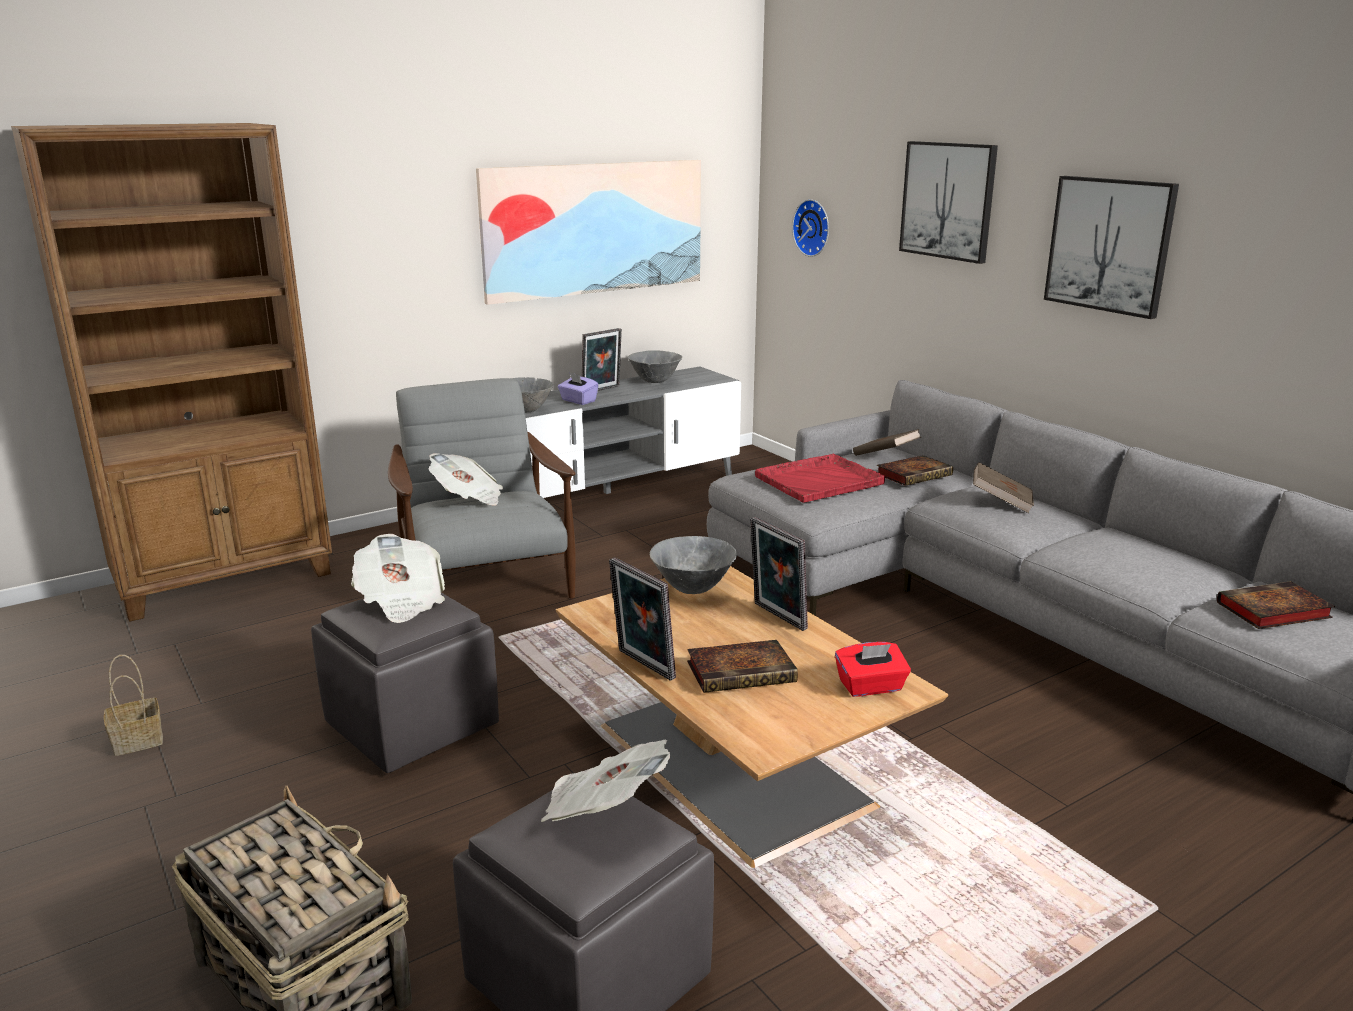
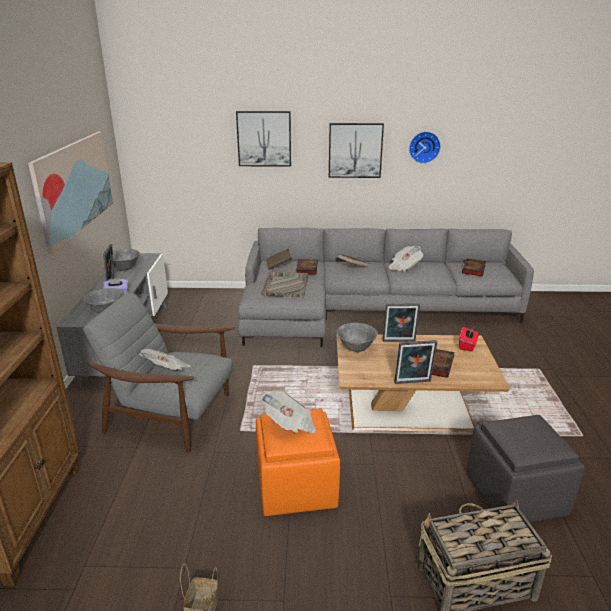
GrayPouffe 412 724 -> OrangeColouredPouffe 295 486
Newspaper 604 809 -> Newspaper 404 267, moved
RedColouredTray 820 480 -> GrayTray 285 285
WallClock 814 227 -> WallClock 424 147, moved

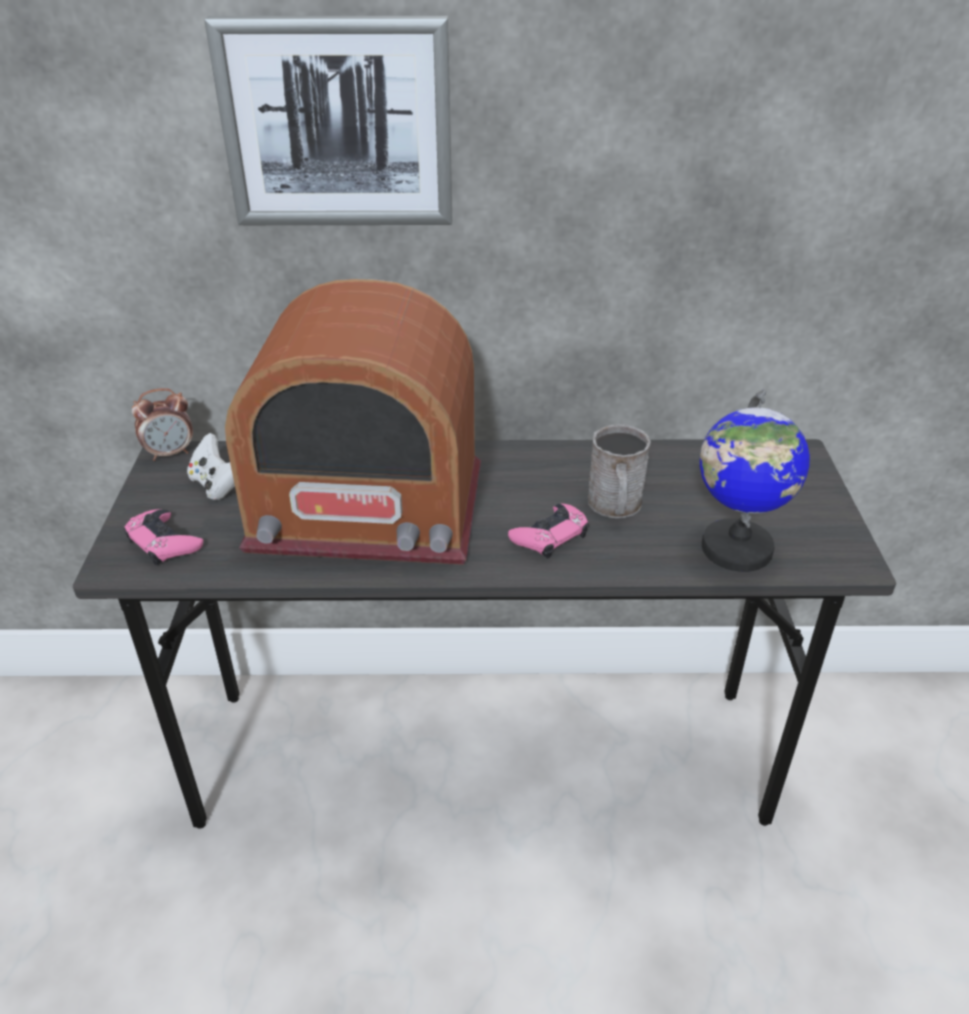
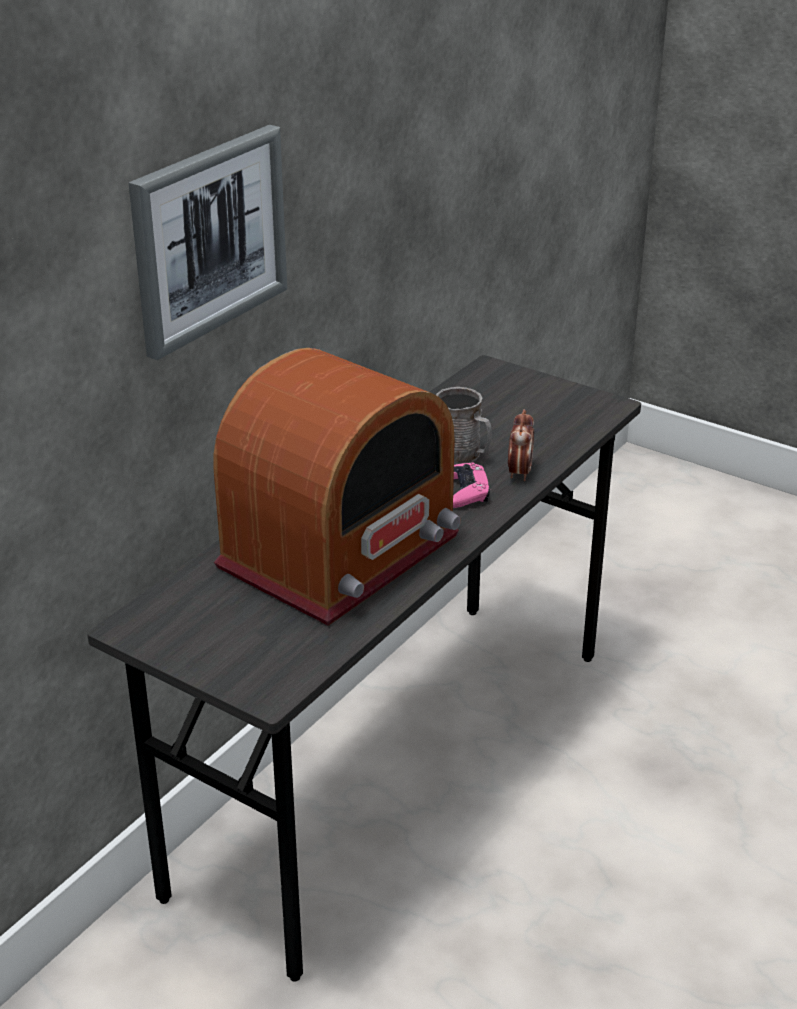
PinkGameController 164 542 -> none
BedsideClock 170 453 -> BedsideClock 519 472, moved
WhitishGameController 217 485 -> none
DeskGlobe 735 549 -> none

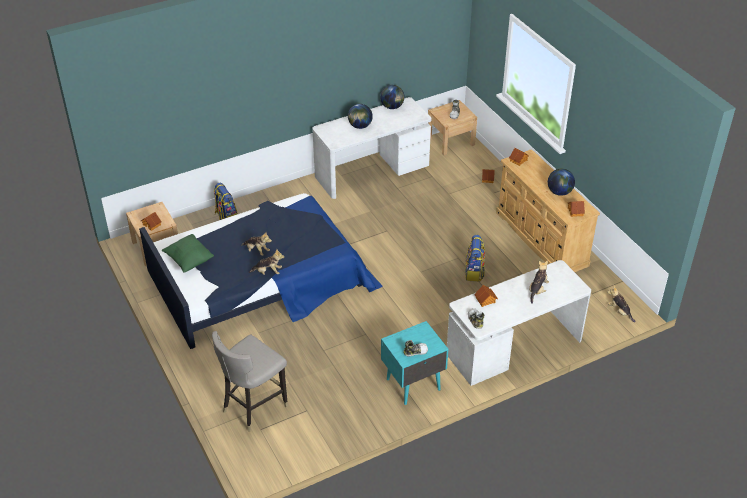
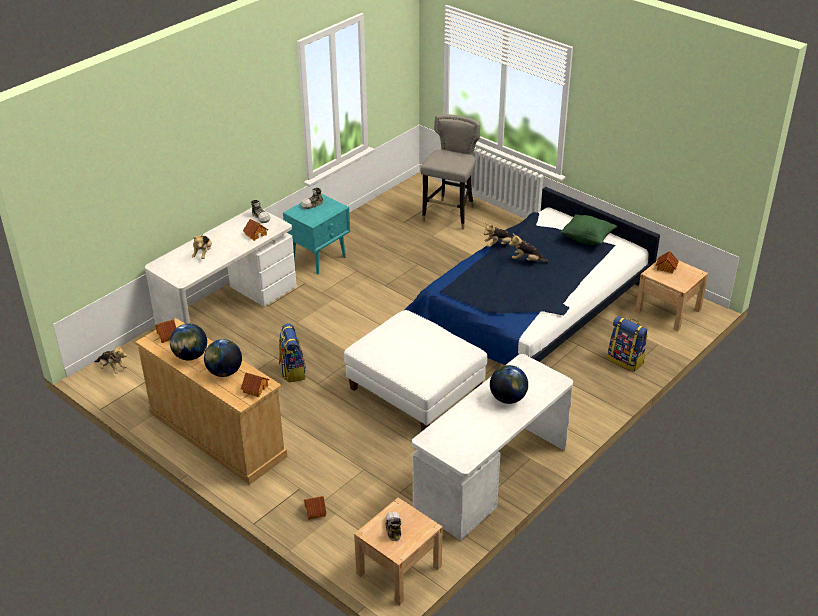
DeskGlobe 392 107 -> DeskGlobe 224 372, moved
none -> WhitishPouffe 416 389

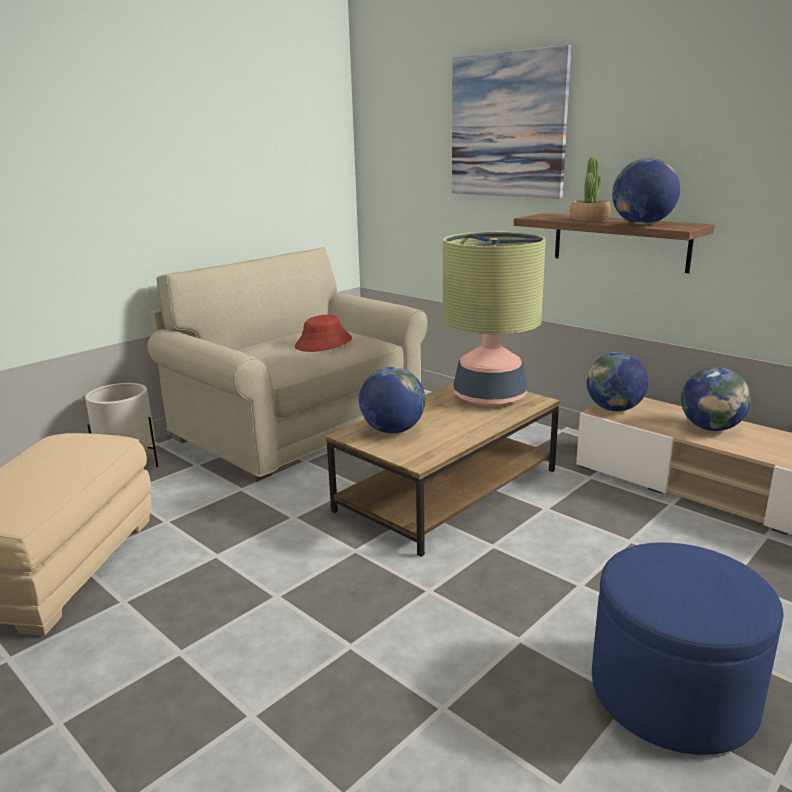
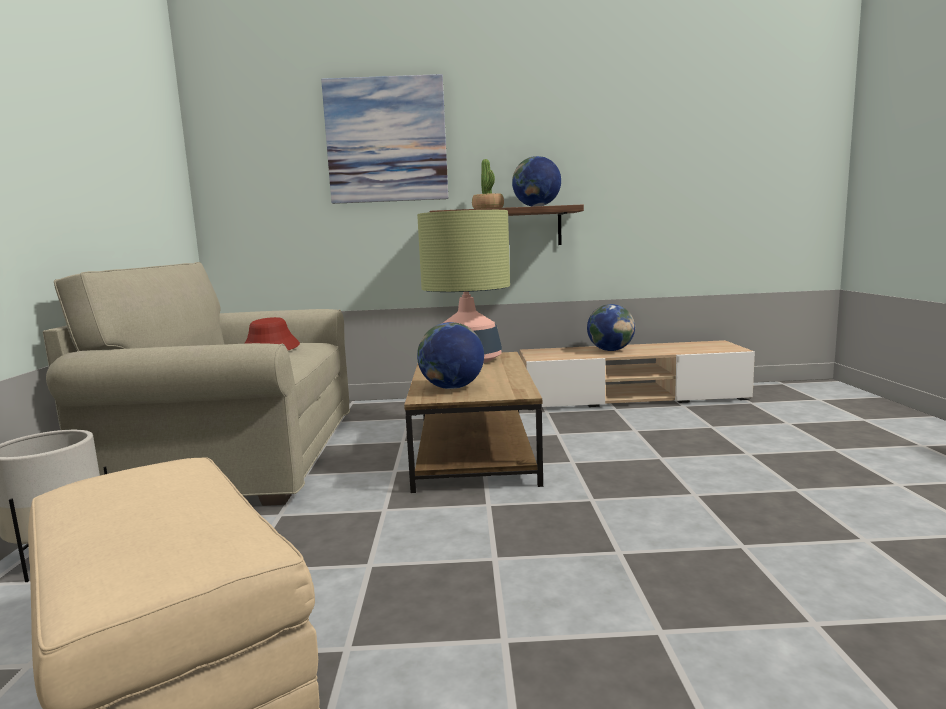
DeskGlobe 614 409 -> none
BluishPouffe 672 693 -> none

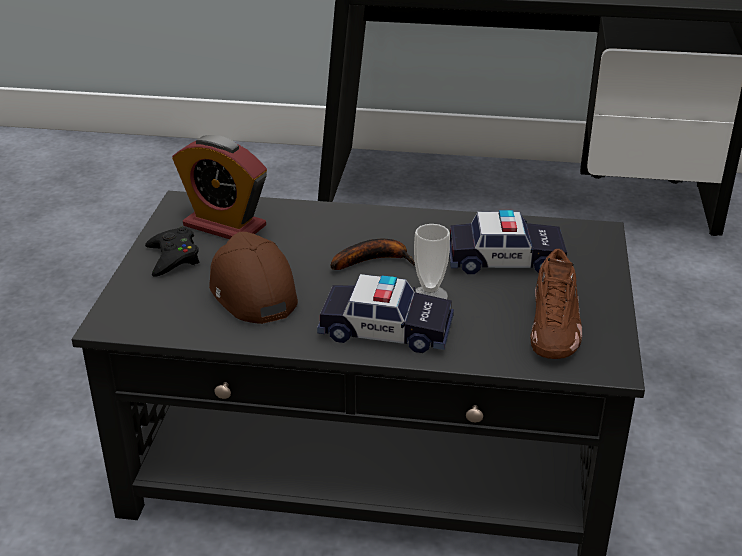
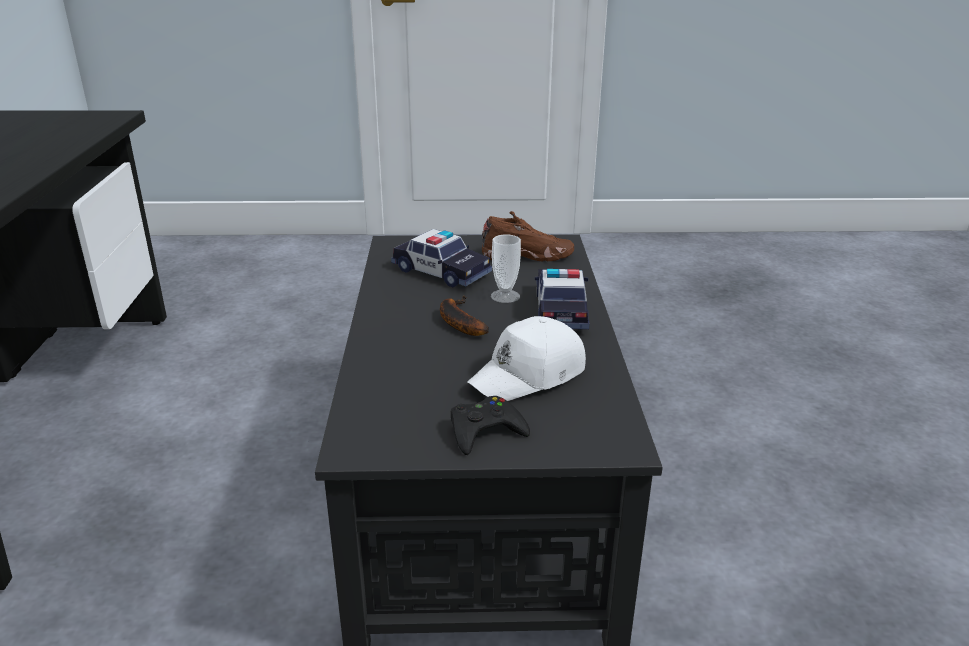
BedsideClock 224 226 -> none
BrownishPeakedCap 250 290 -> WhitishPeakedCap 530 375
ToyCar 505 259 -> ToyCar 441 272, 135 degrees clockwise

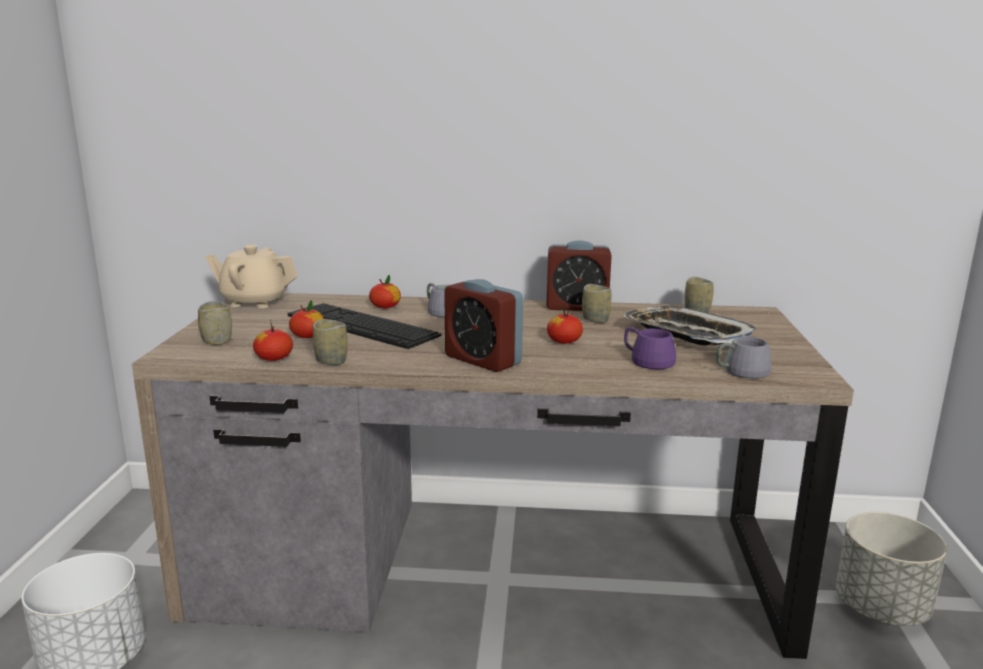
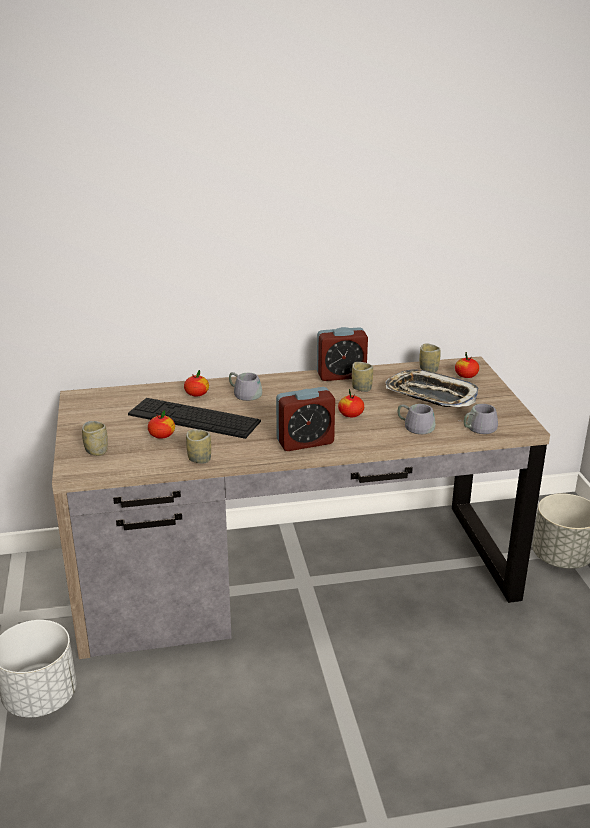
SandColouredPotForTea 254 302 -> none
WholeApple 274 358 -> WholeApple 466 376, moved
BedsideClock 483 360 -> BedsideClock 305 442, 45 degrees counterclockwise
PurplishTeaMug 650 360 -> GrayTeaMug 416 425

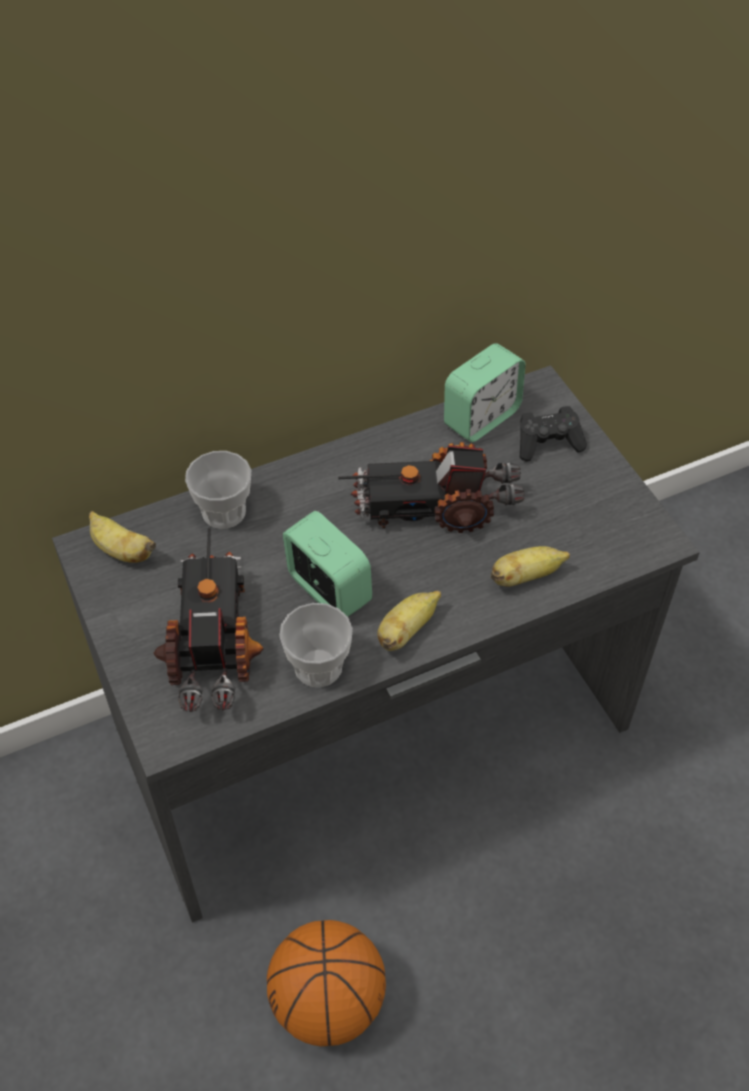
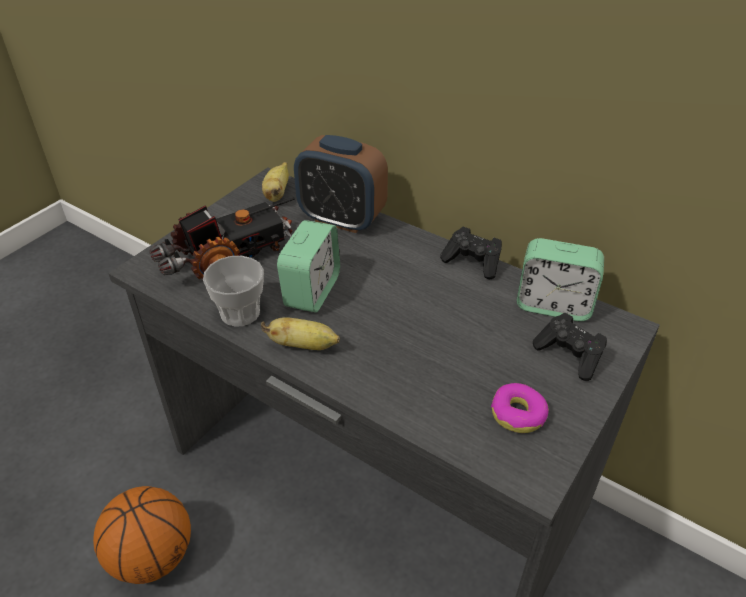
SmallCup 224 512 -> BedsideClock 342 219
ToyTruck 433 506 -> none
Banana 525 576 -> none
none -> BlackishGameController 473 262
none -> RingDoughnut 518 414

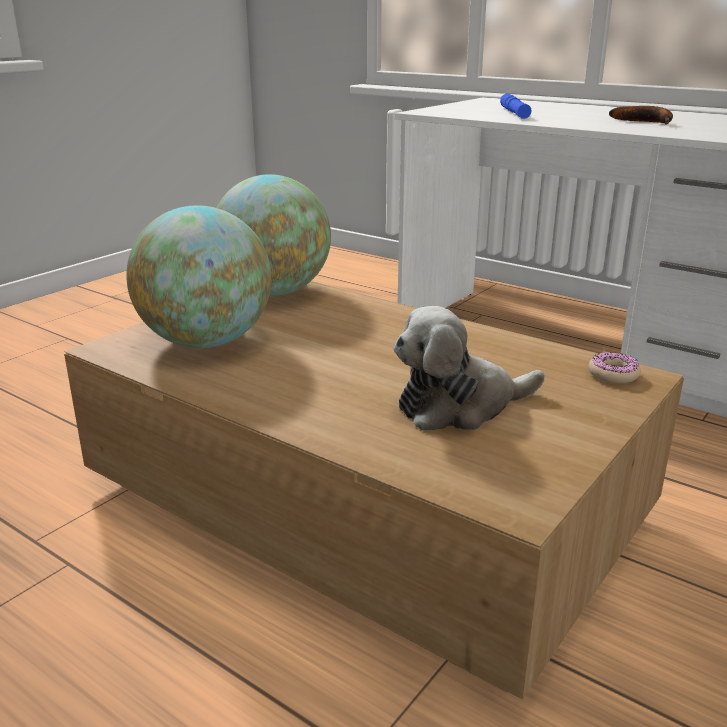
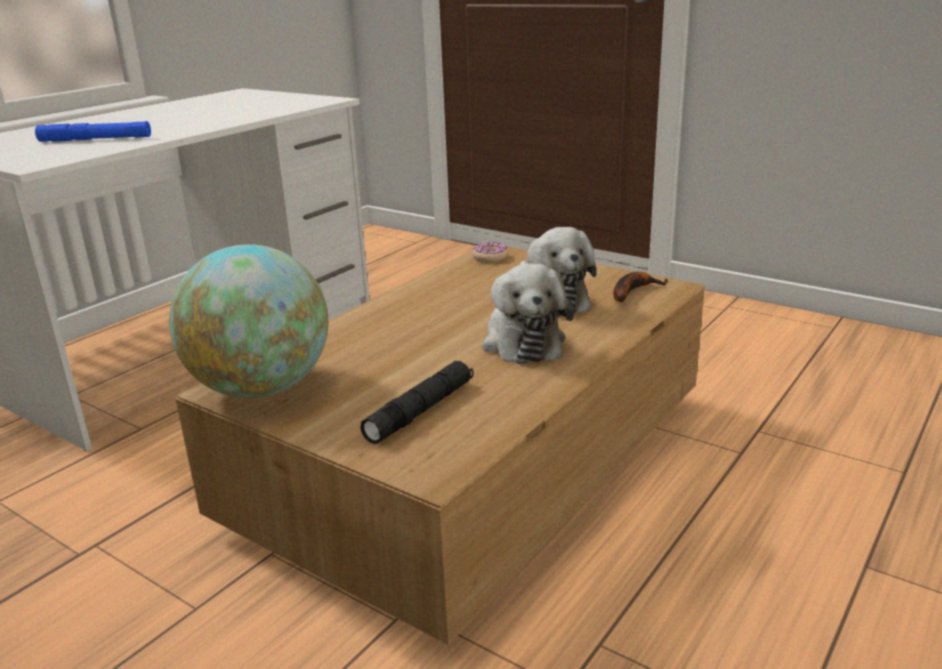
DeskGlobe 206 342 -> BlackishFlashlight 421 411
Banana 646 122 -> Banana 632 291, moved
none -> CuddlyToy 522 341

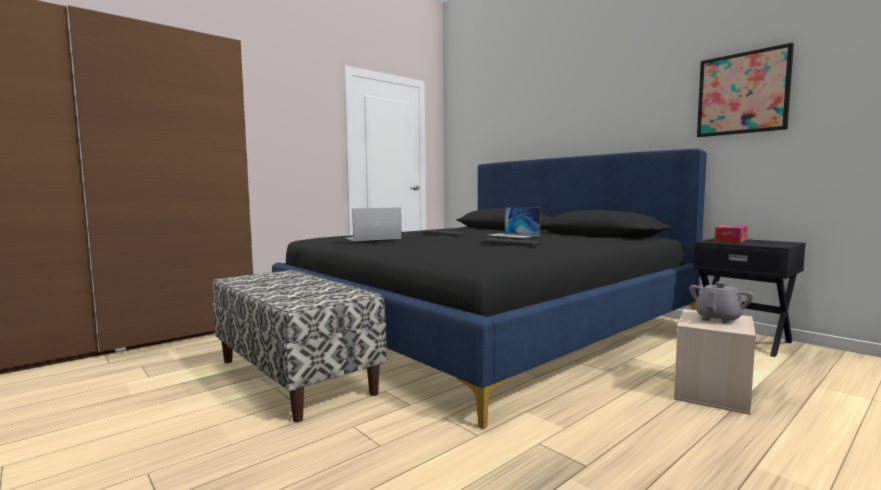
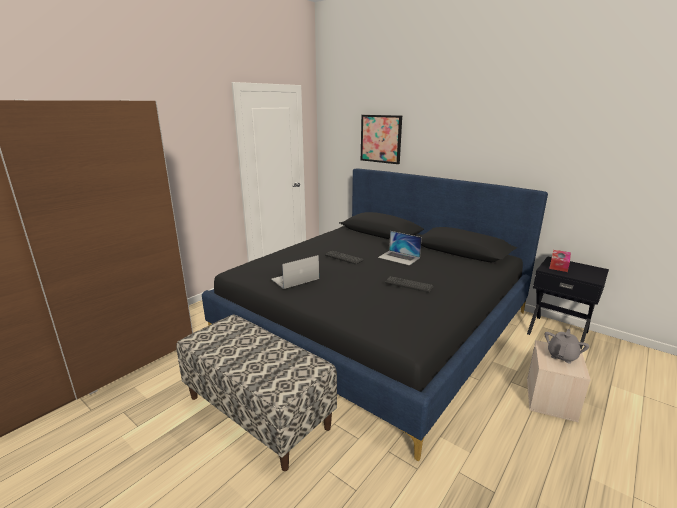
Picture 742 93 -> Picture 381 139, moved

